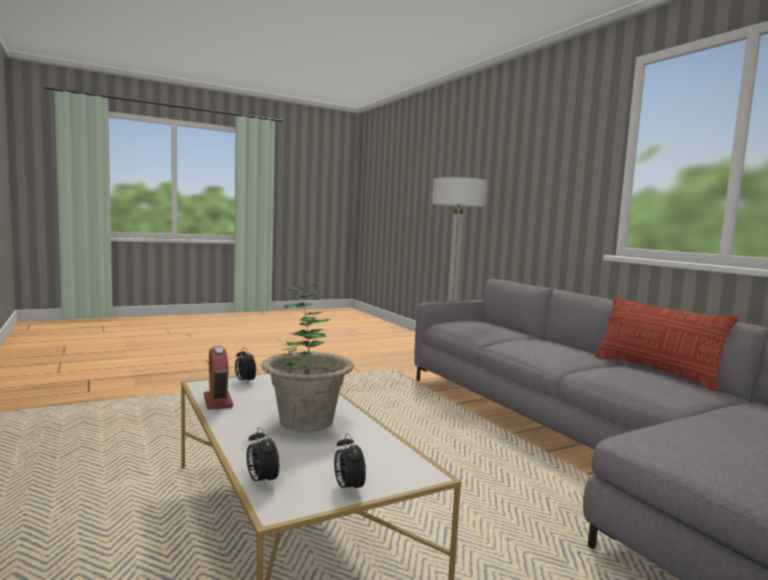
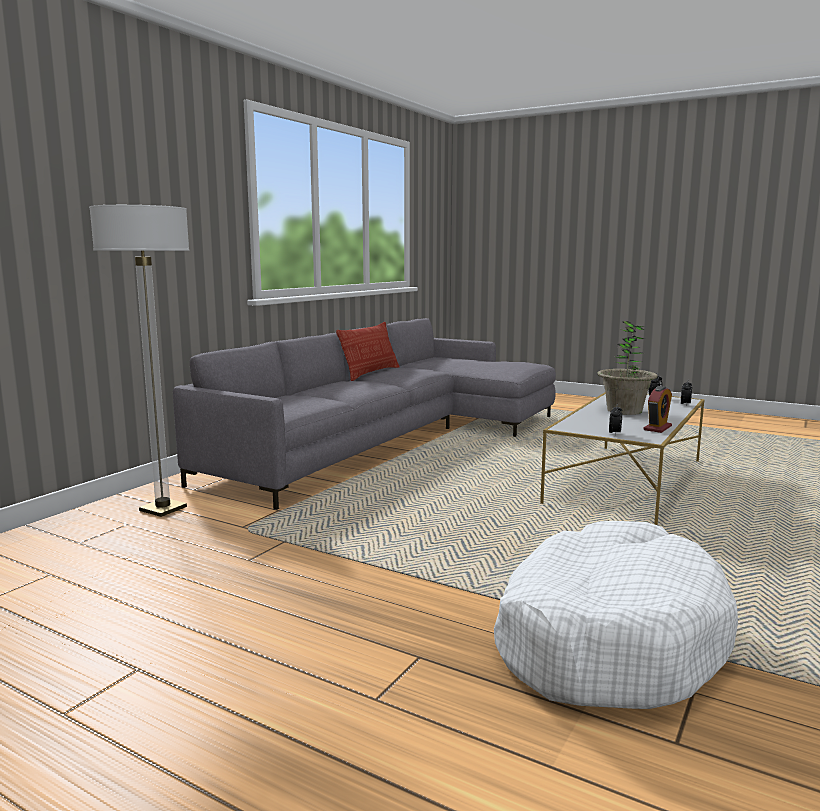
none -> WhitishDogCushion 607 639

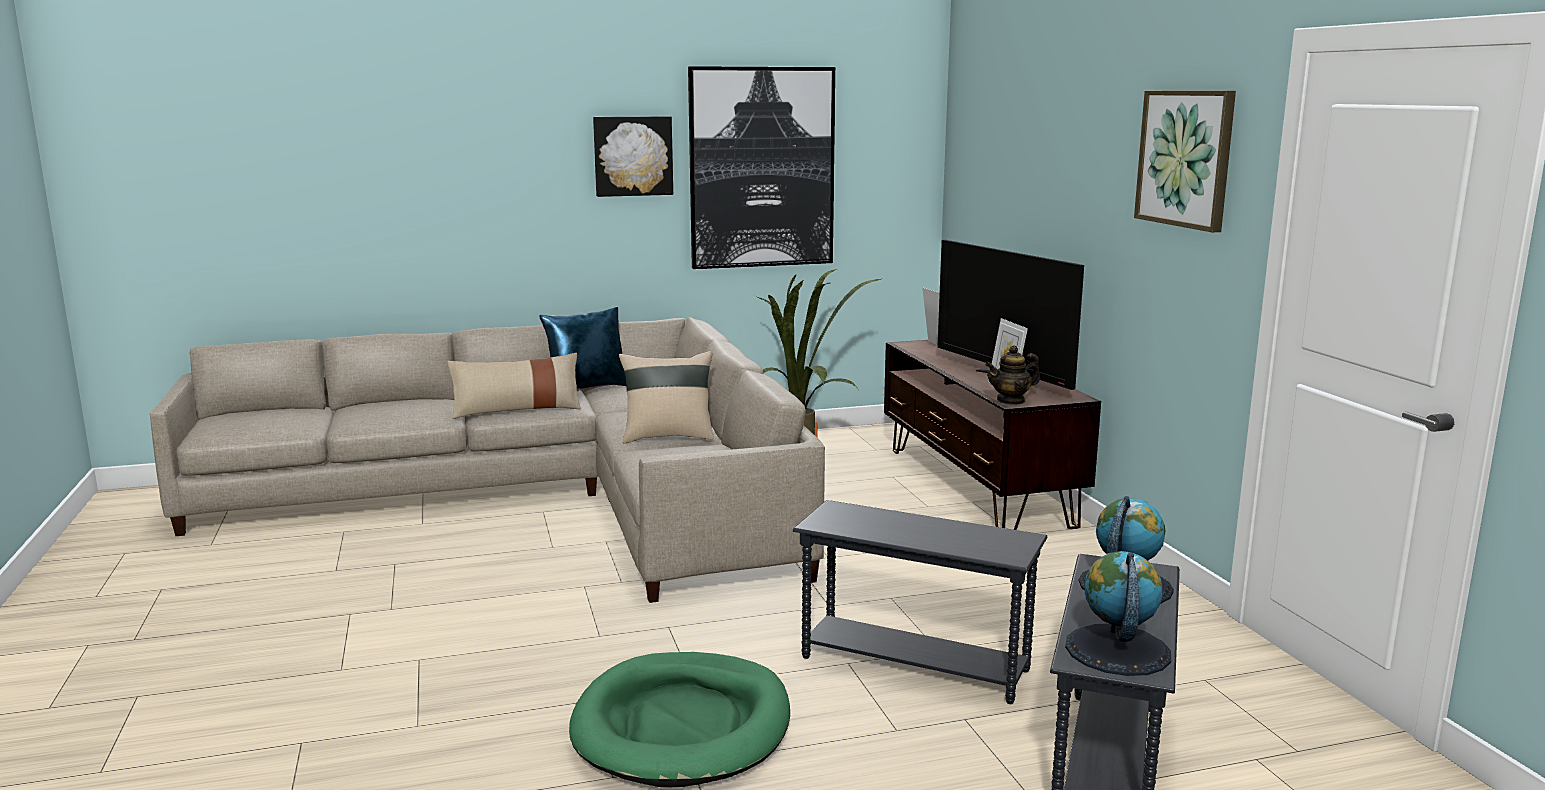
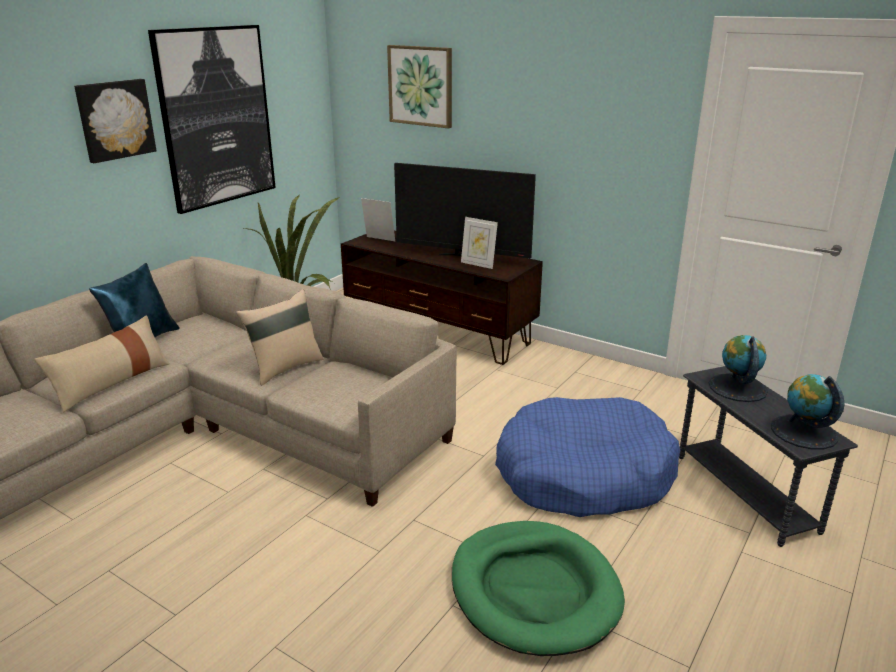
GraySideTable 914 663 -> BluishDogCushion 583 474
PotForTea 1011 401 -> none
Picture 1185 158 -> Picture 421 86, moved

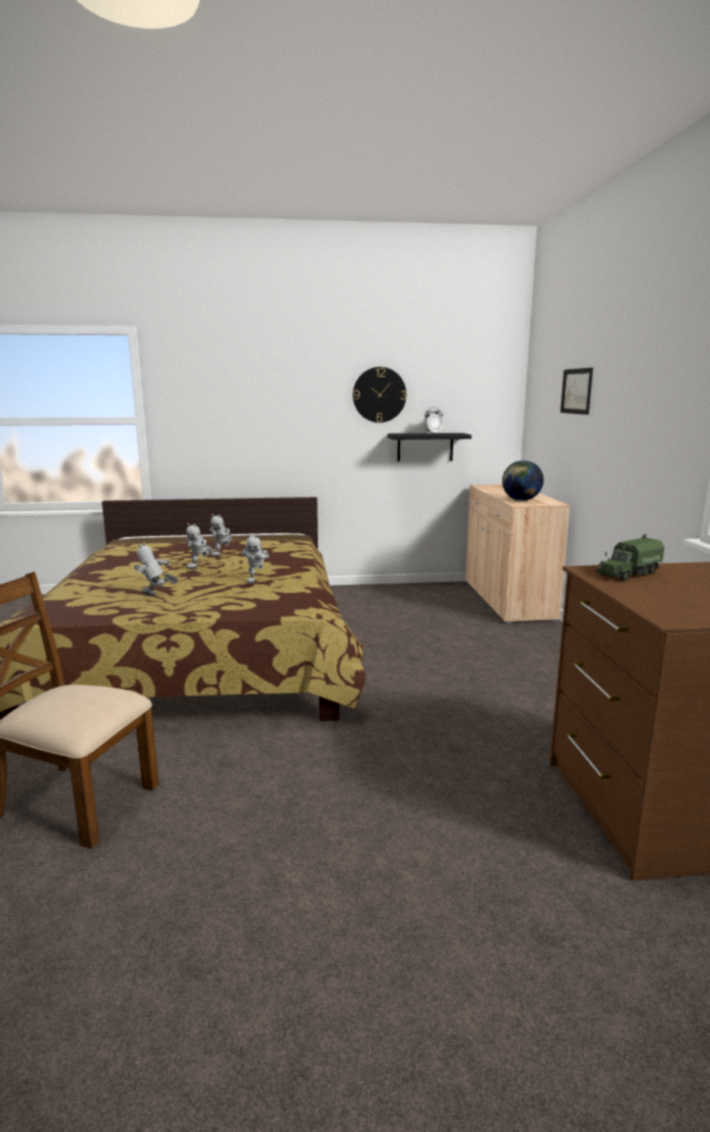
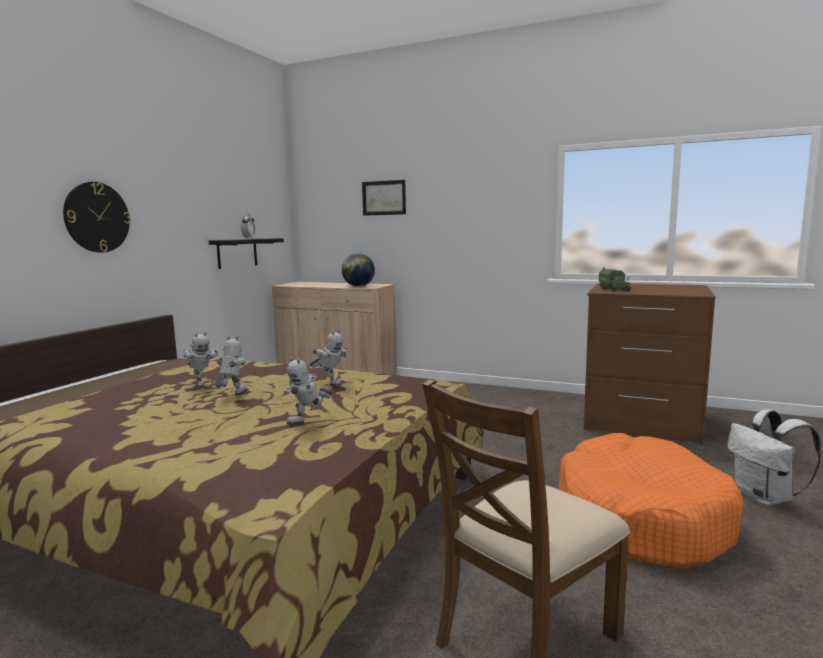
ModelRobot 200 567 -> ModelRobot 231 396, 135 degrees counterclockwise
WallClock 379 395 -> WallClock 97 217, moved
none -> OrangeColouredDogCushion 641 517
none -> WhitishBackpack 766 498

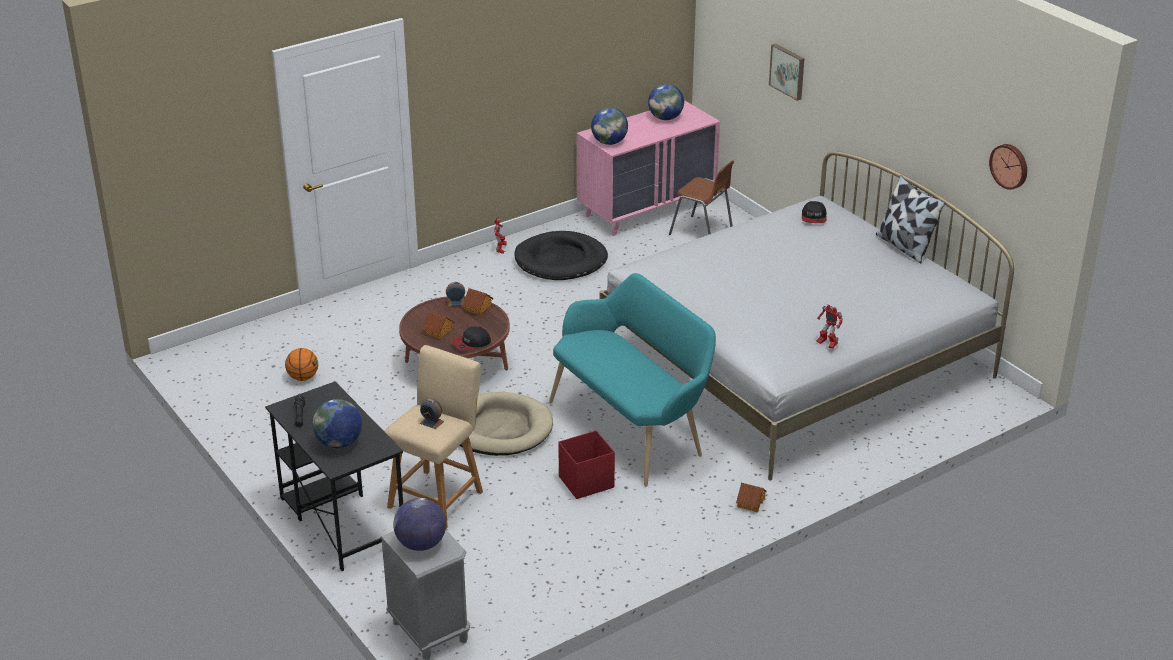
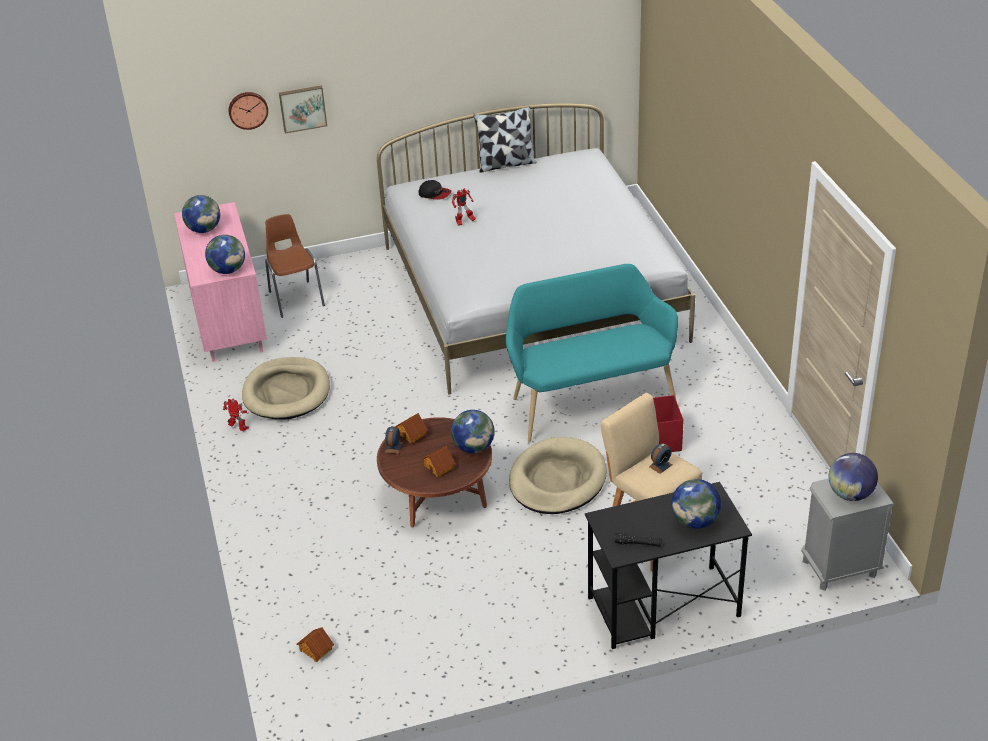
BasketballBall 303 377 -> none
PeakedCap 471 343 -> DeskGlobe 473 447
BlackishDogCushion 561 260 -> SandColouredDogCushion 287 392
BrownishPlainChair 702 232 -> BrownishPlainChair 295 298, 75 degrees counterclockwise
MiniatureHouse 750 502 -> MiniatureHouse 315 650, moved
ModelRobot 826 344 -> ModelRobot 464 222, moved
WallClock 1010 166 -> WallClock 248 109, moved

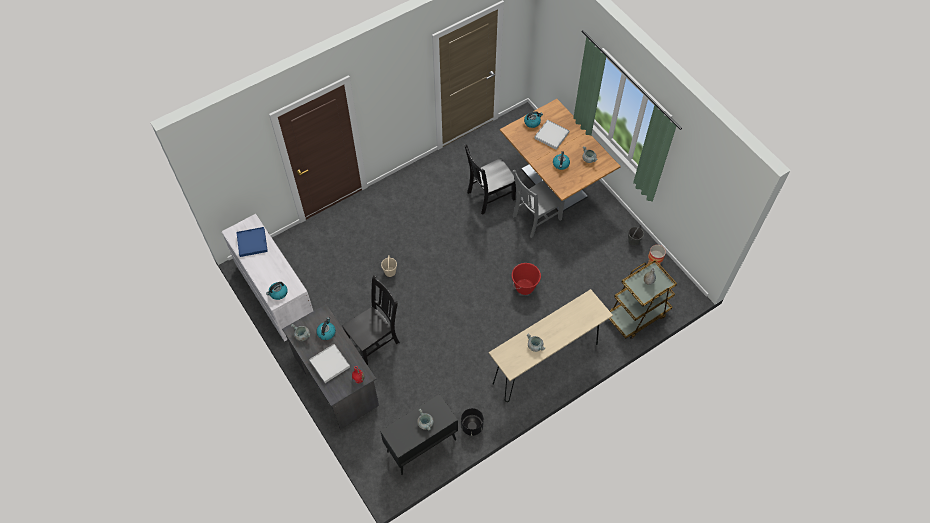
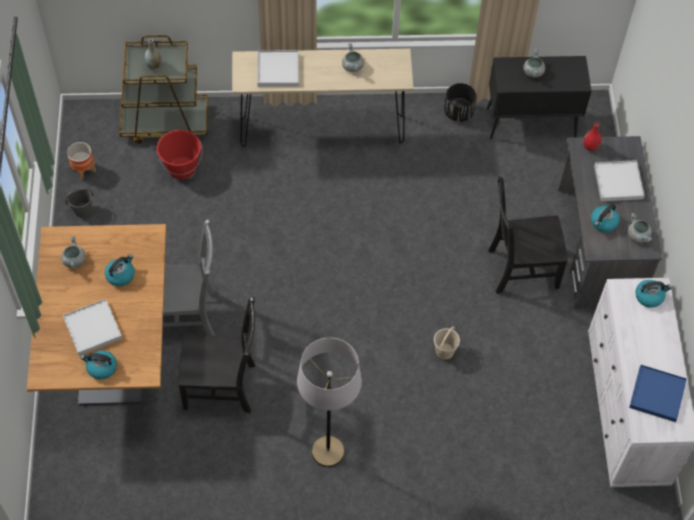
RedColouredBucket 525 287 -> RedColouredBucket 181 168, moved
none -> WhitishTray 278 70
none -> GrayStandardLamp 328 452

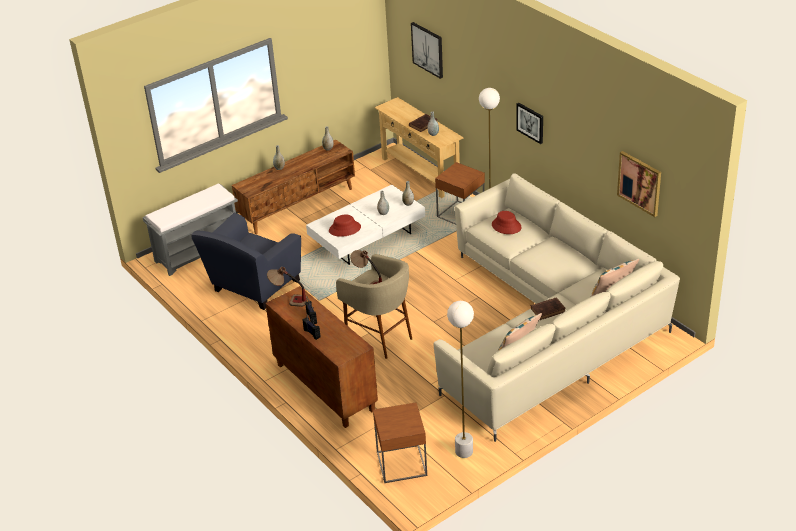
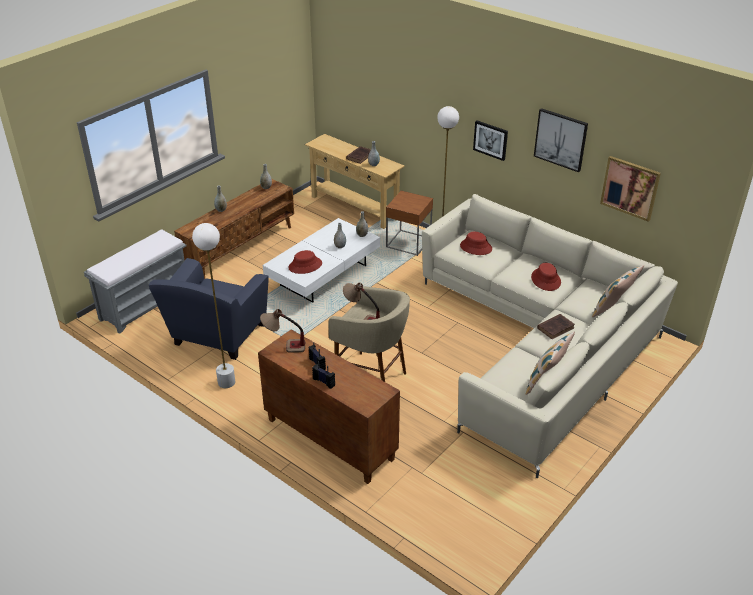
BrownishSideTable 401 463 -> none
Picture 428 49 -> Picture 561 139, moved
WhitishStandardLamp 464 452 -> WhitishStandardLamp 226 382, moved
none -> RedColouredClothingHat 546 280

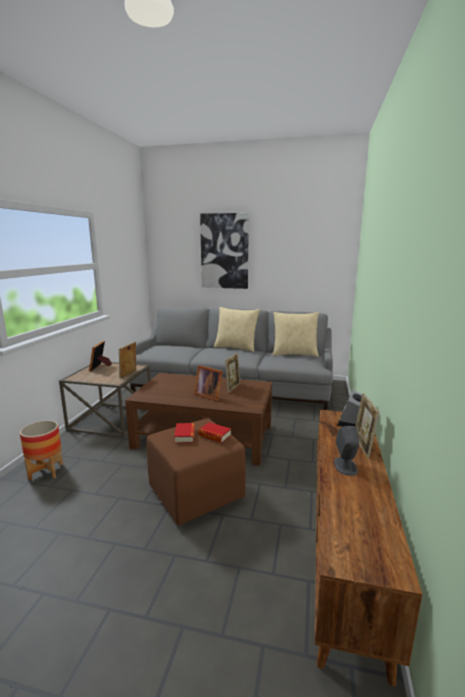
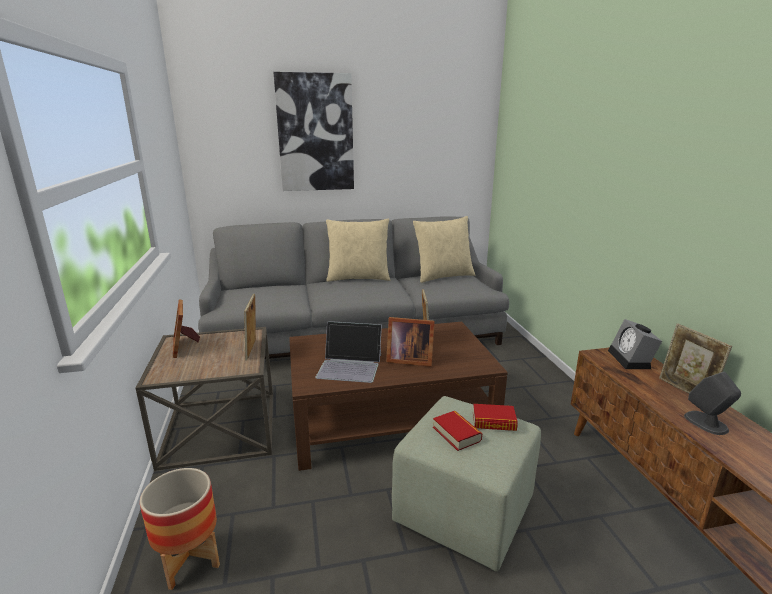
BrownishPouffe 195 495 -> GreenColouredPouffe 464 513
none -> PortableComputer 350 366

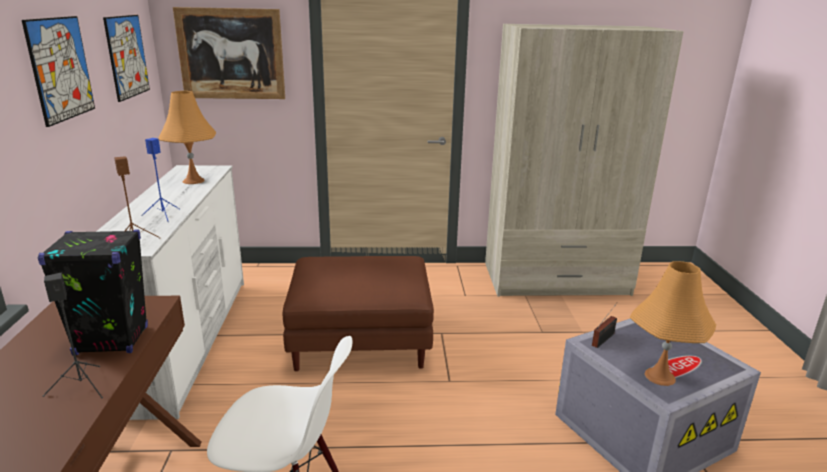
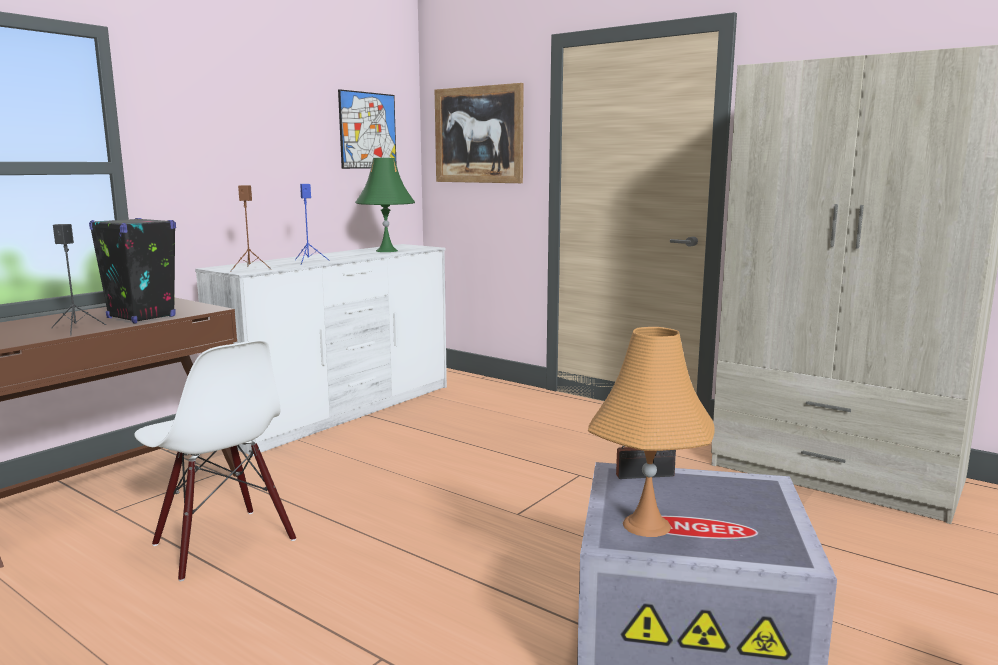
Picture 61 69 -> none
OrangeColouredTabletopLamp 193 181 -> GreenColouredTabletopLamp 387 251
BrownishPouffe 362 341 -> none

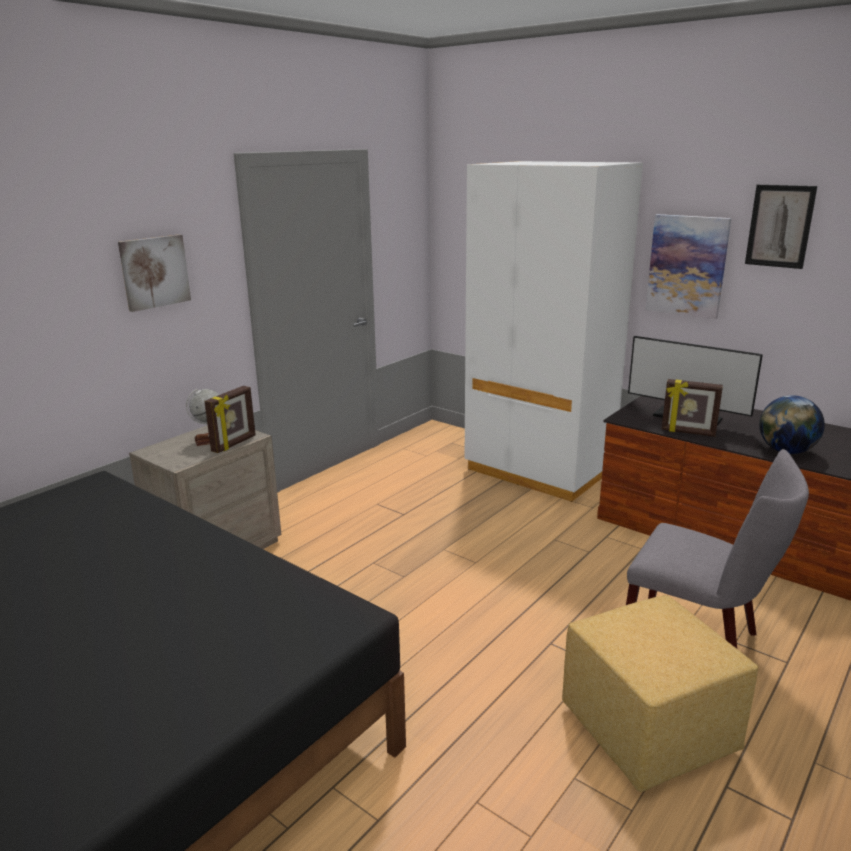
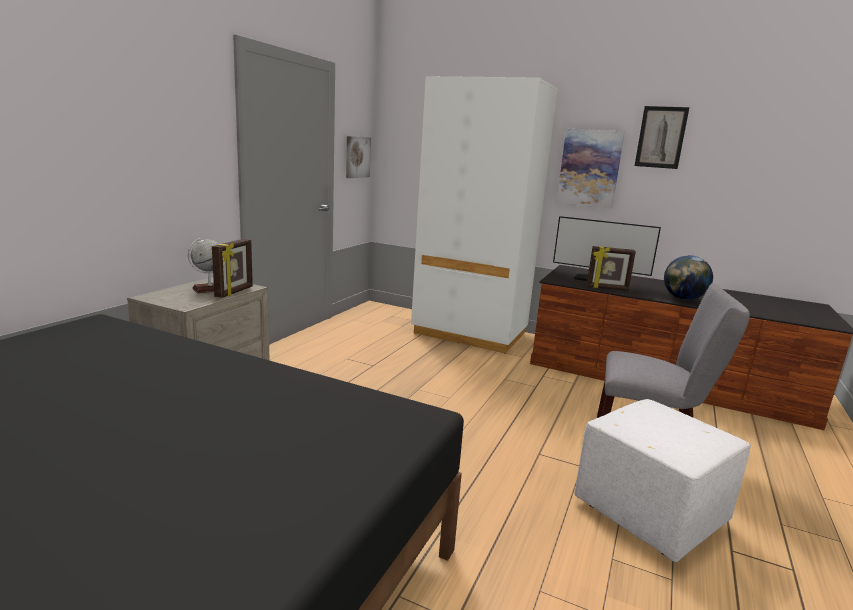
Picture 154 272 -> Picture 357 157, moved
YellowishPouffe 650 730 -> WhitishPouffe 651 513

